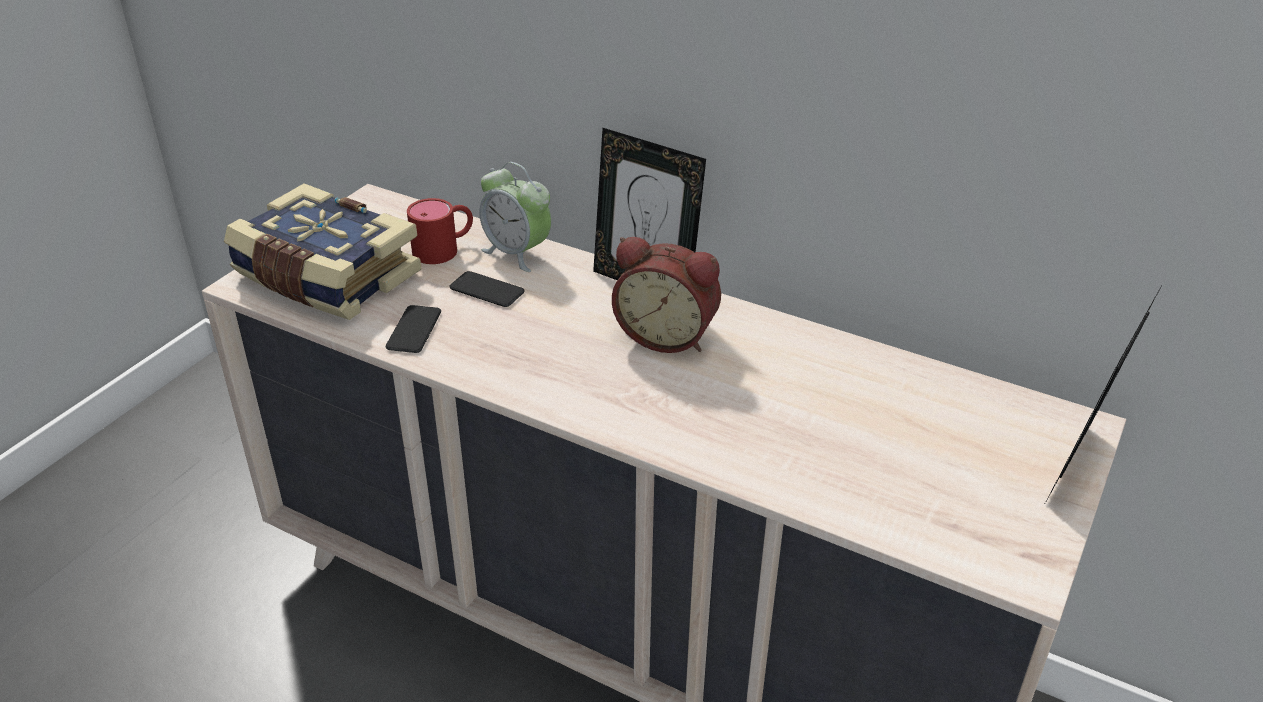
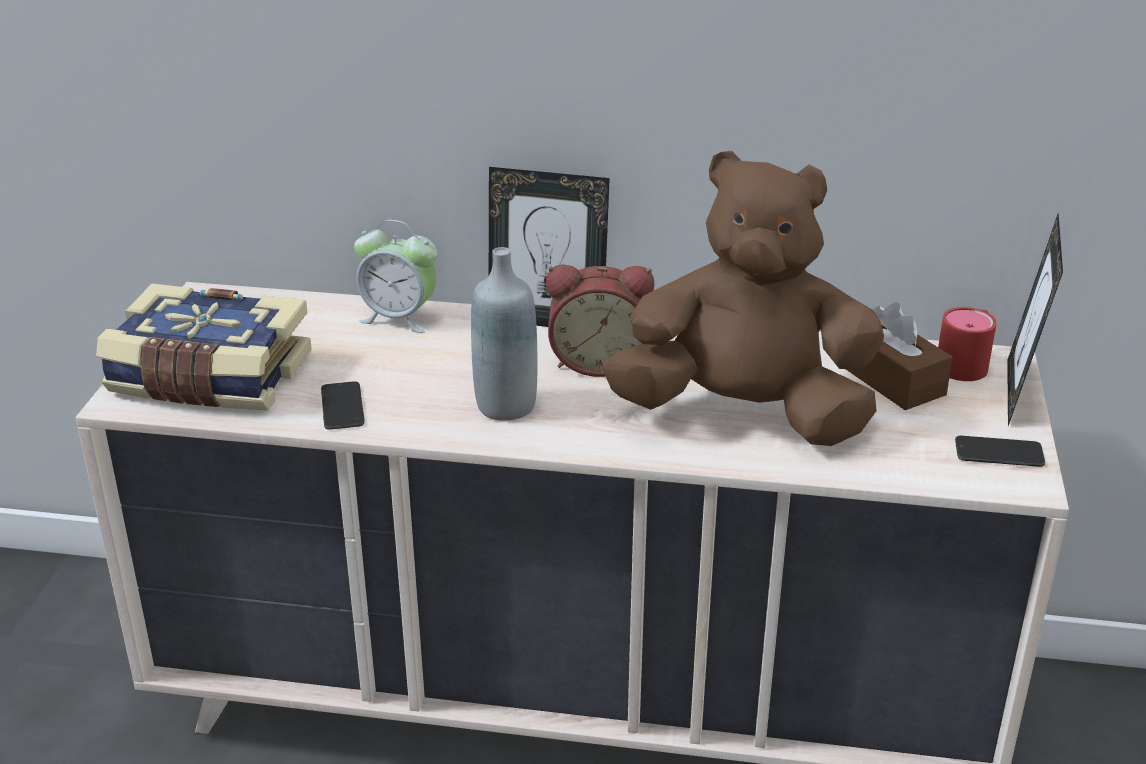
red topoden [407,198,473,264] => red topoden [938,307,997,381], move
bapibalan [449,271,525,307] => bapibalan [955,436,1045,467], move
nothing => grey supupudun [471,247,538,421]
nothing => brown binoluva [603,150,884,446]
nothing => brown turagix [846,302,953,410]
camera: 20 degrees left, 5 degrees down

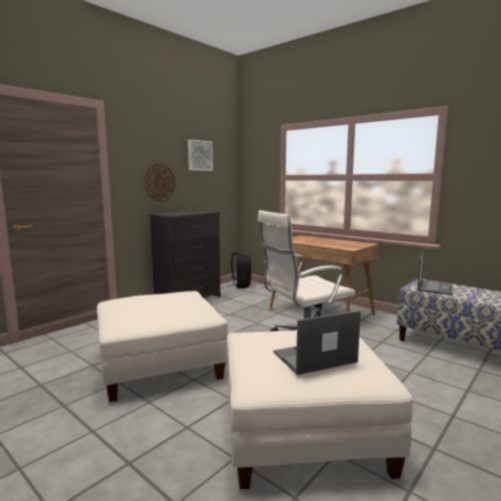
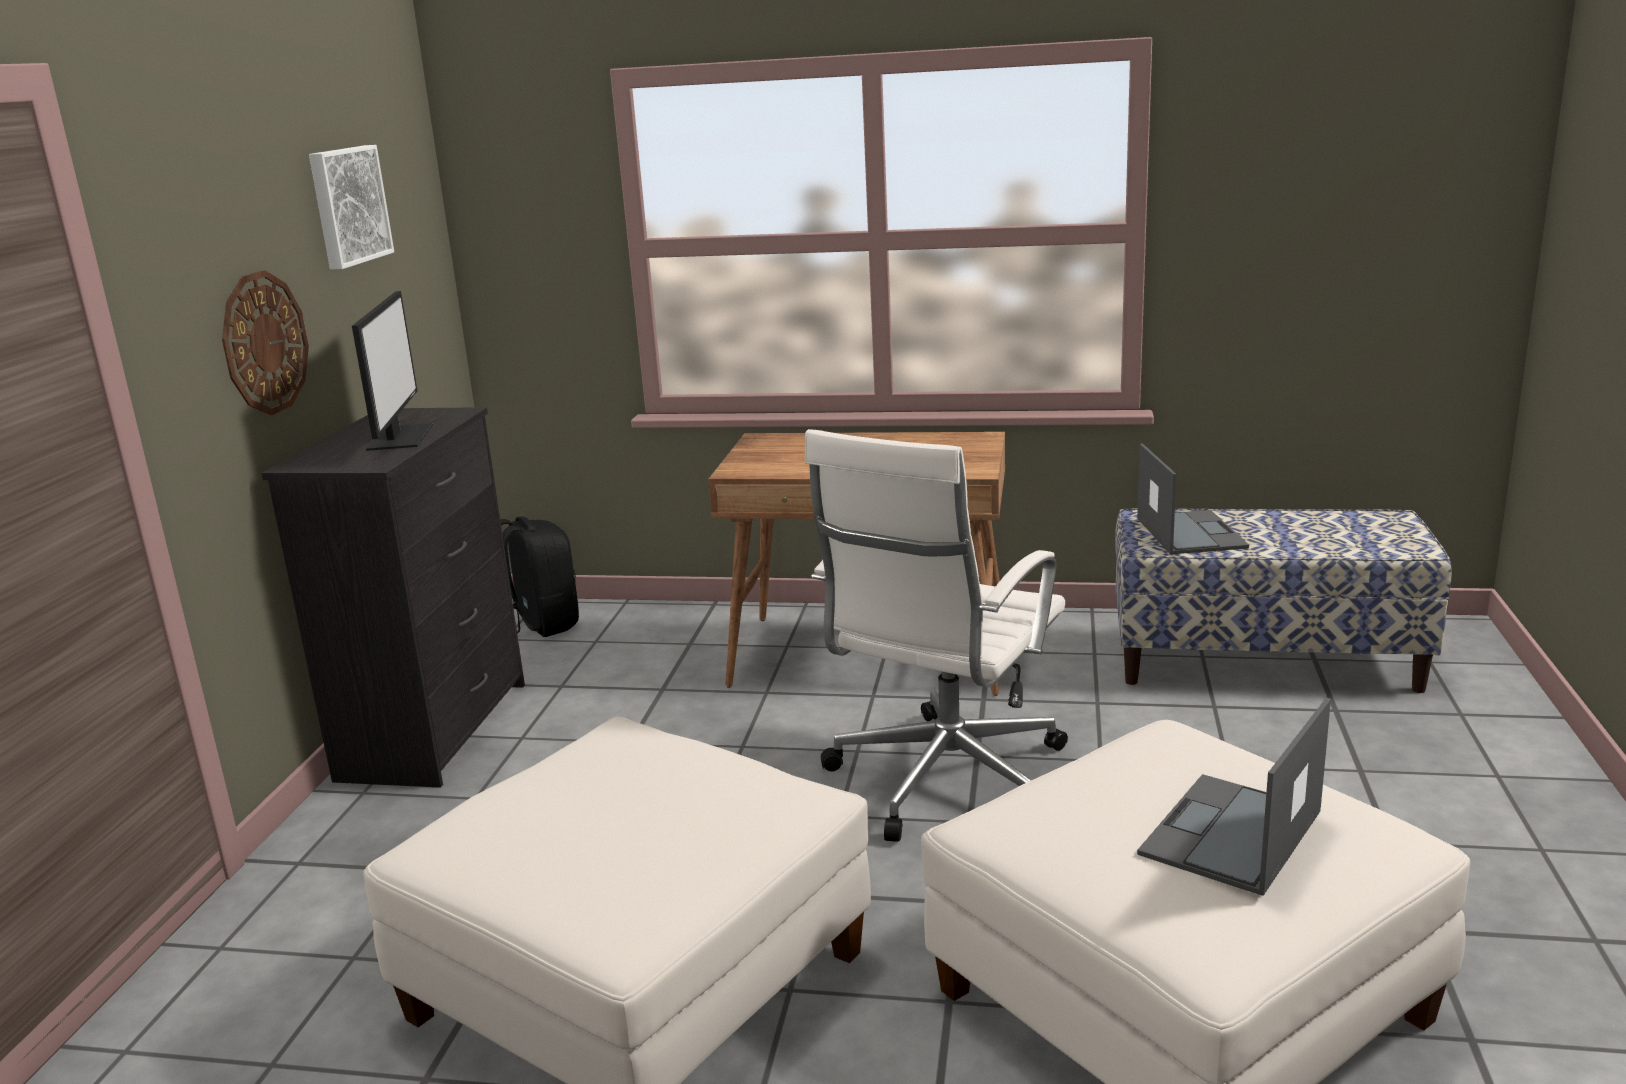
nothing => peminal [352,291,433,451]
camera: 30 degrees left, 10 degrees up

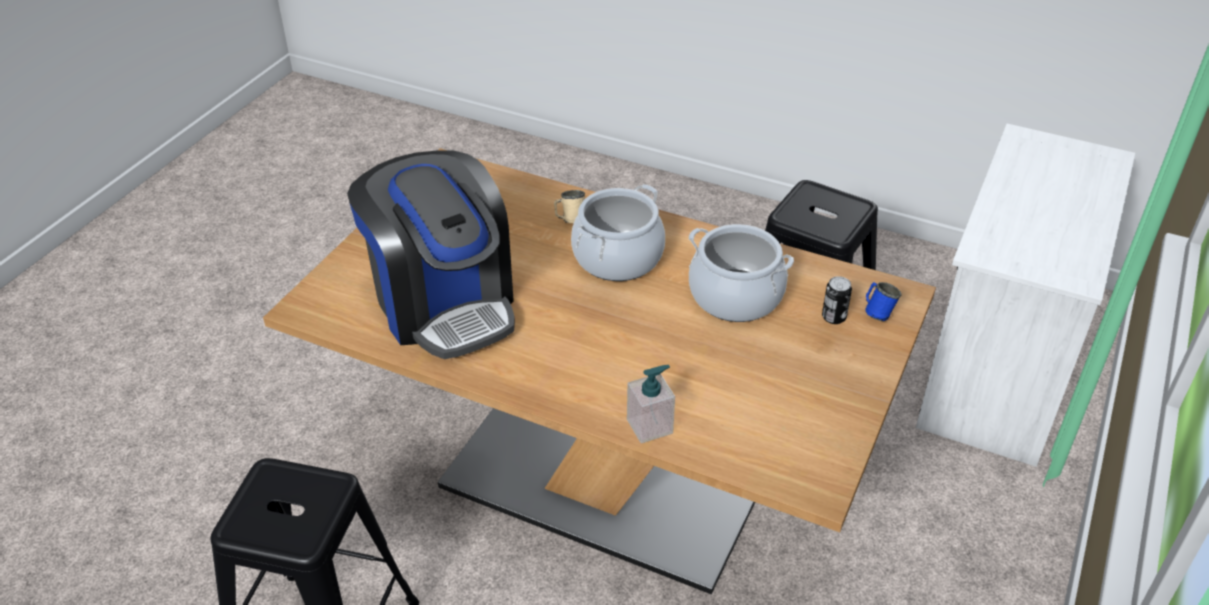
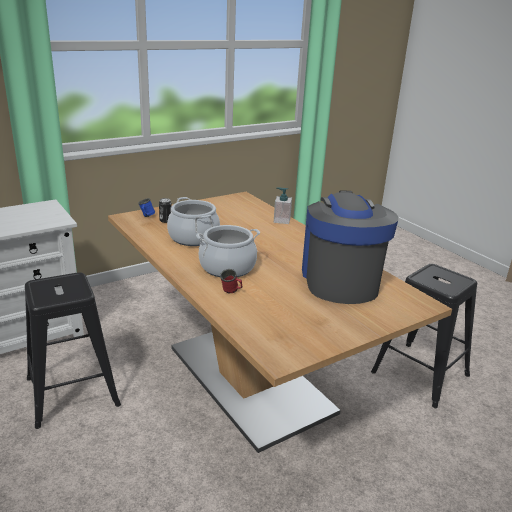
beige topoden [554,190,585,223] => red topoden [220,269,243,293]
camera: 150 degrees left, 15 degrees down

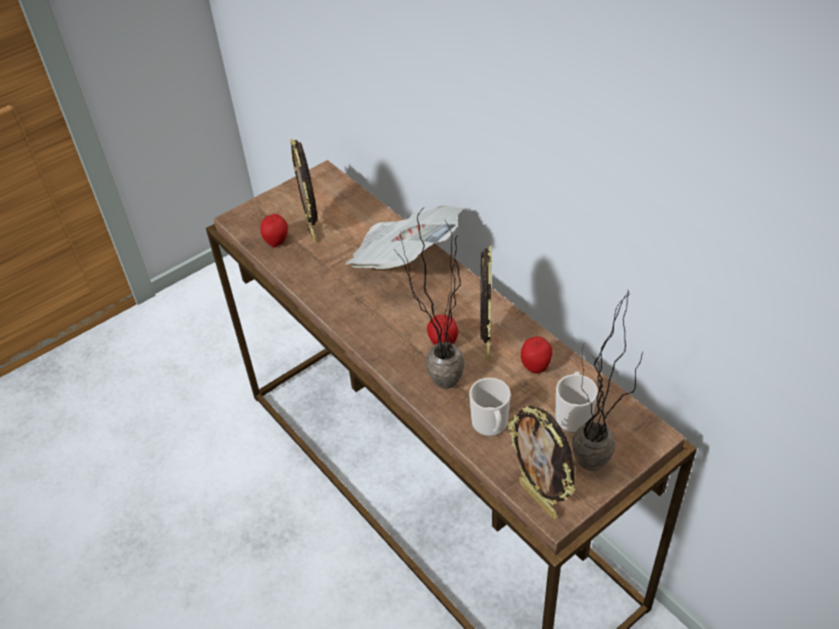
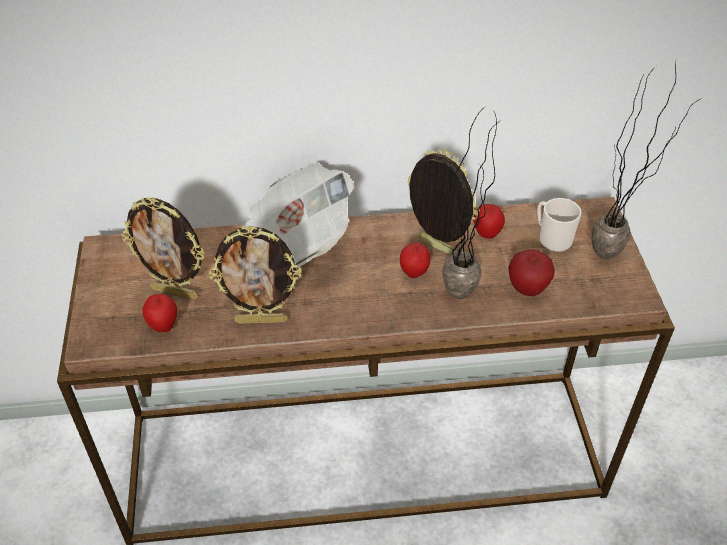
topoden [469,378,511,436] => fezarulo [508,249,555,296]
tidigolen [508,405,575,519] => tidigolen [209,225,302,324], move
camera: 60 degrees left, 0 degrees up

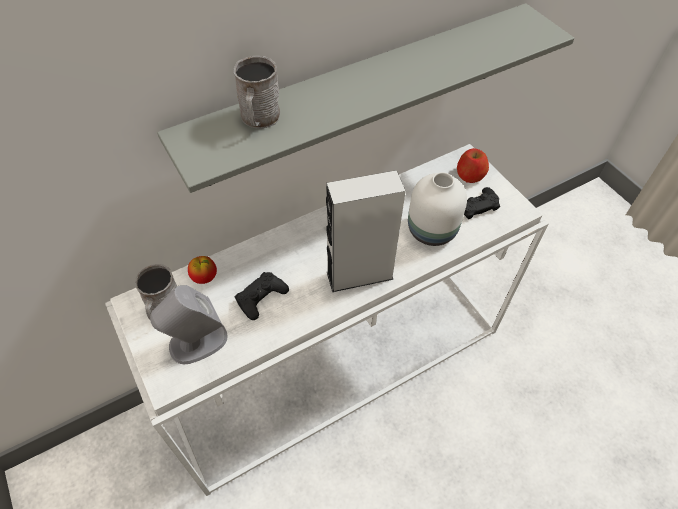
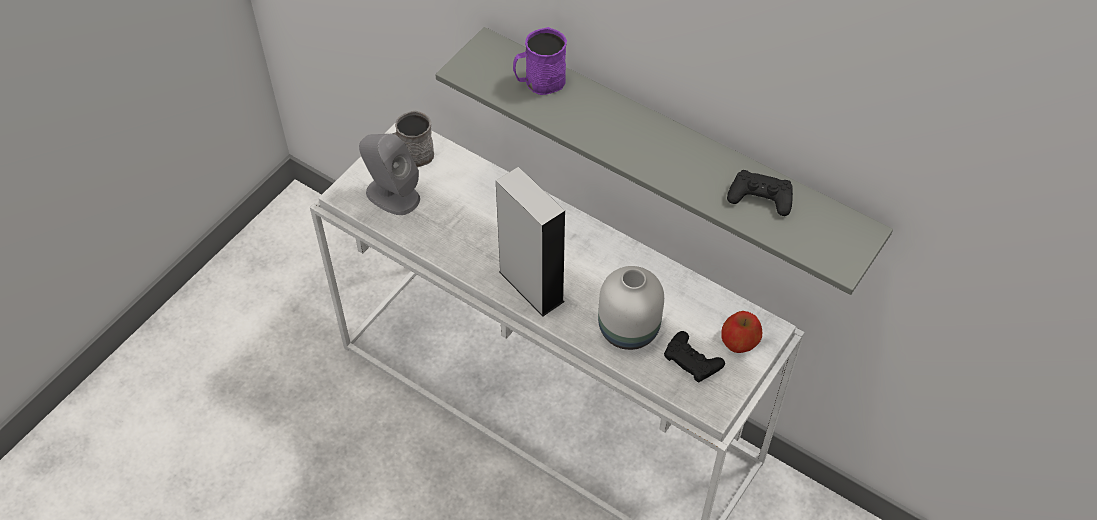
fezarulo [188,256,217,284] => nothing
grey topoden [234,56,280,128] => purple topoden [513,27,567,95]
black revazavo [235,272,289,320] => black revazavo [727,170,793,216], move
camera: 65 degrees right, 0 degrees up

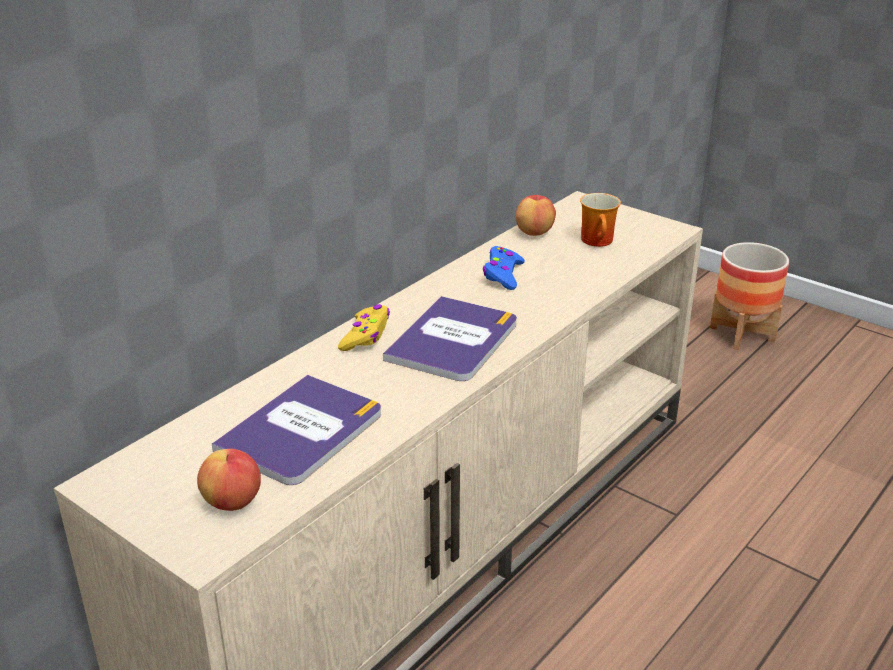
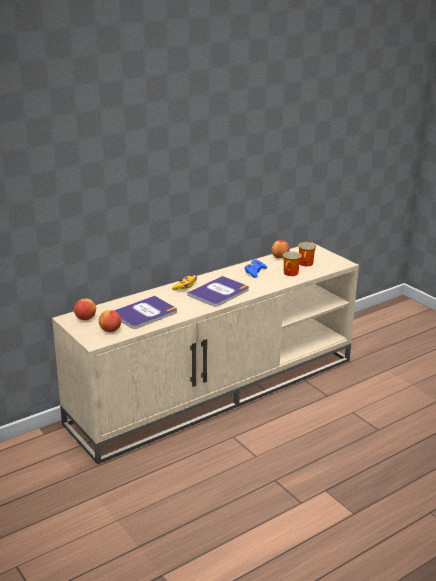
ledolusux [710,242,789,350] => nothing
nothing => fezarulo [74,298,96,320]
nothing => topoden [283,251,302,276]
camera: 15 degrees right, 5 degrees down

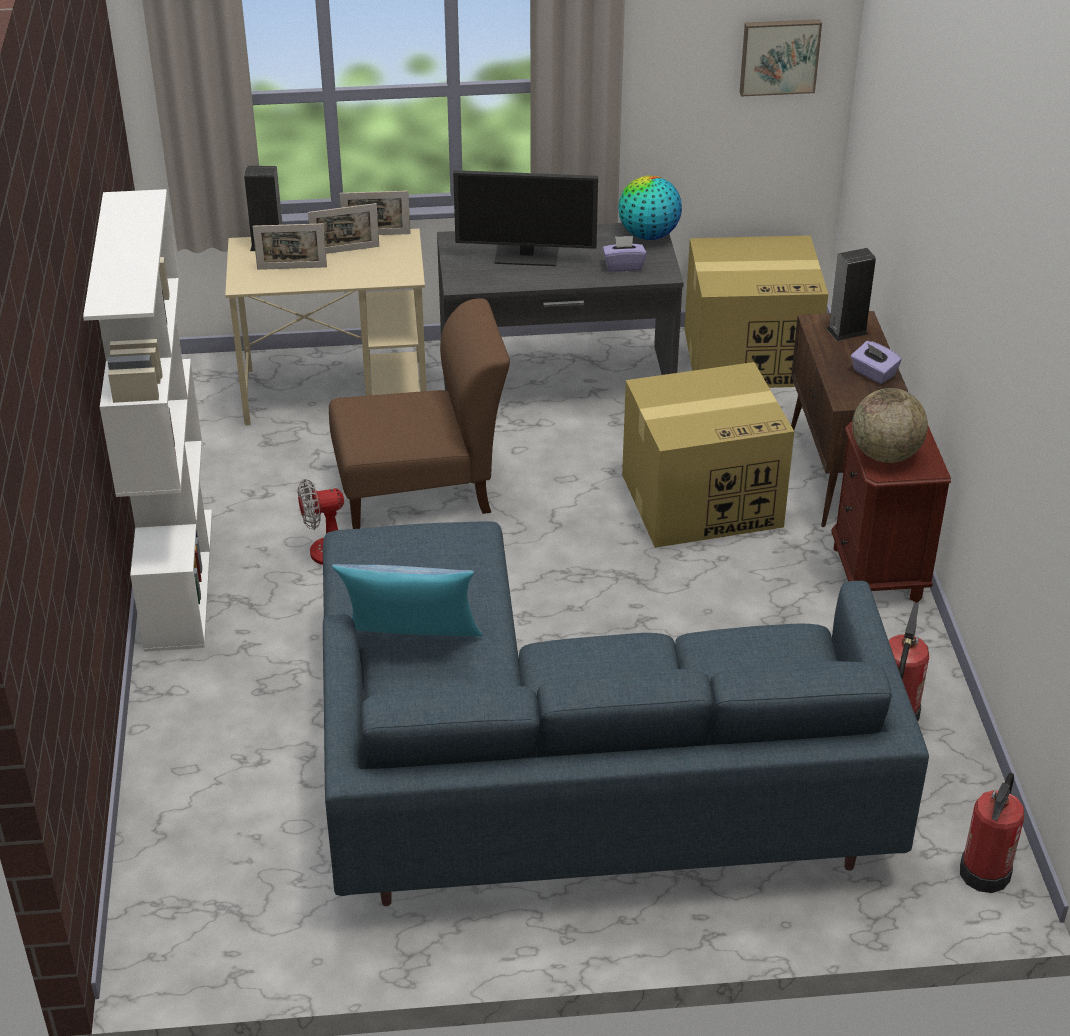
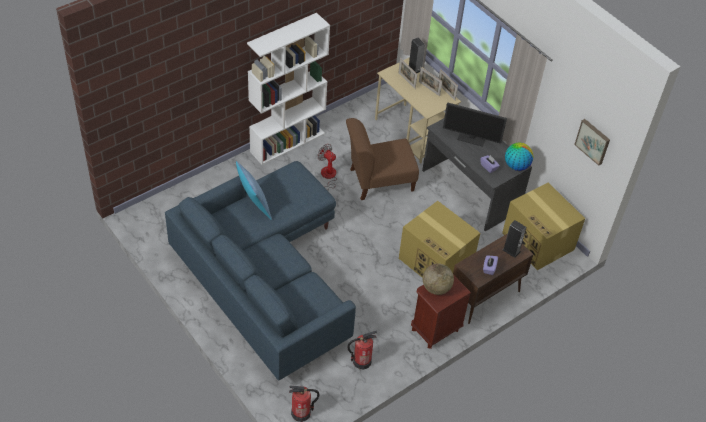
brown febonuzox [329,298,510,529] => brown febonuzox [346,118,419,200], 120 degrees clockwise
peminal [453,170,598,266] => peminal [443,102,507,147], 45 degrees counterclockwise
camera: 55 degrees right, 10 degrees up

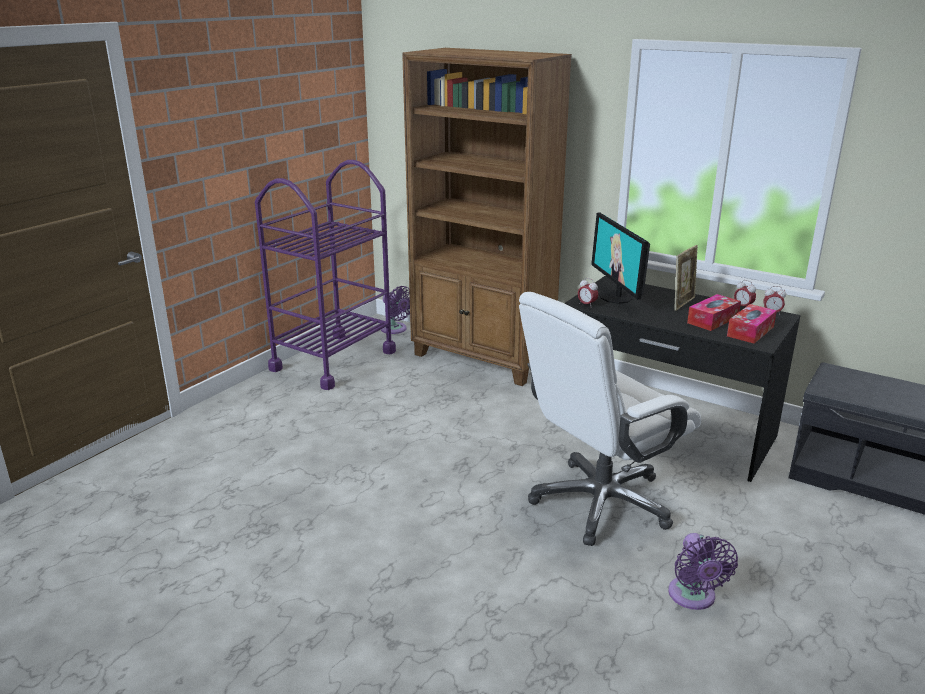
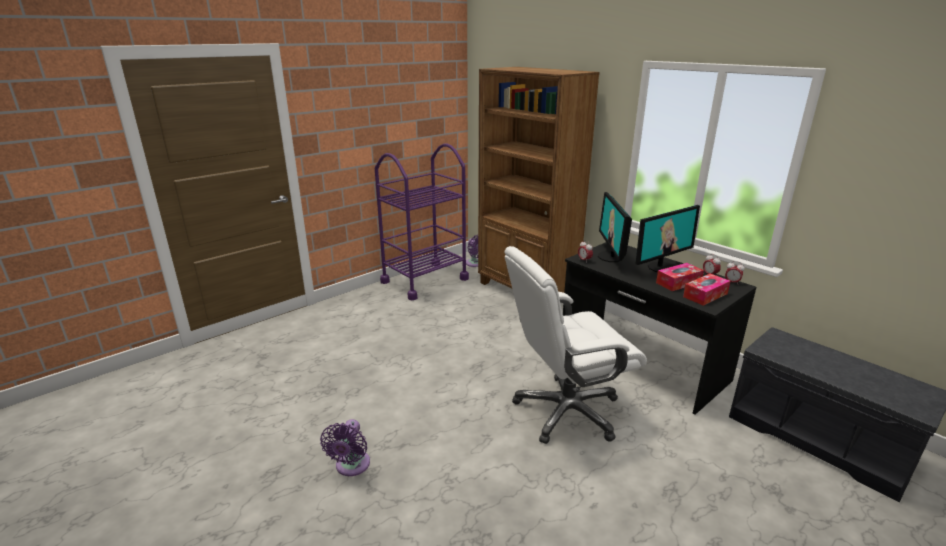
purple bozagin [668,533,738,610] => purple bozagin [320,419,370,476], move
tidigolen [674,245,698,311] => peminal [636,205,700,272]
camera: 15 degrees right, 0 degrees up

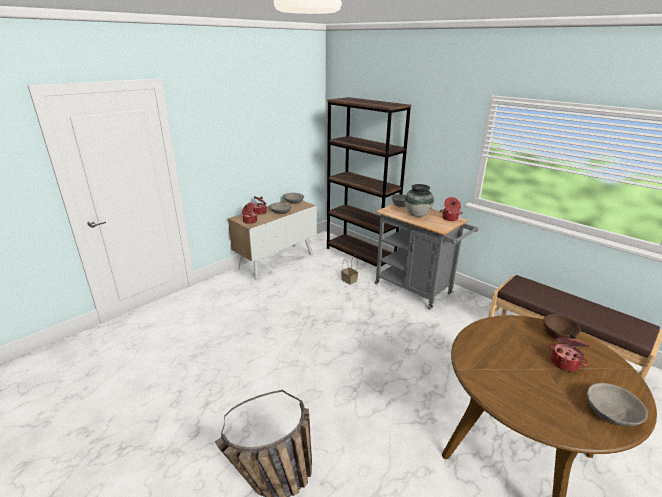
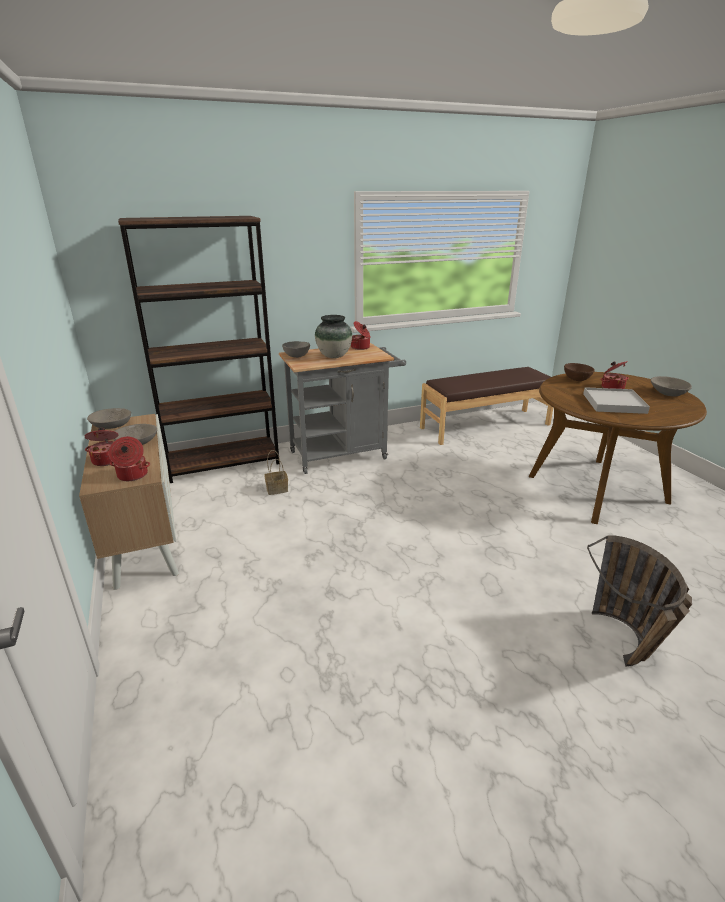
nothing => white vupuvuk [583,387,650,414]
camera: 65 degrees left, 0 degrees up

